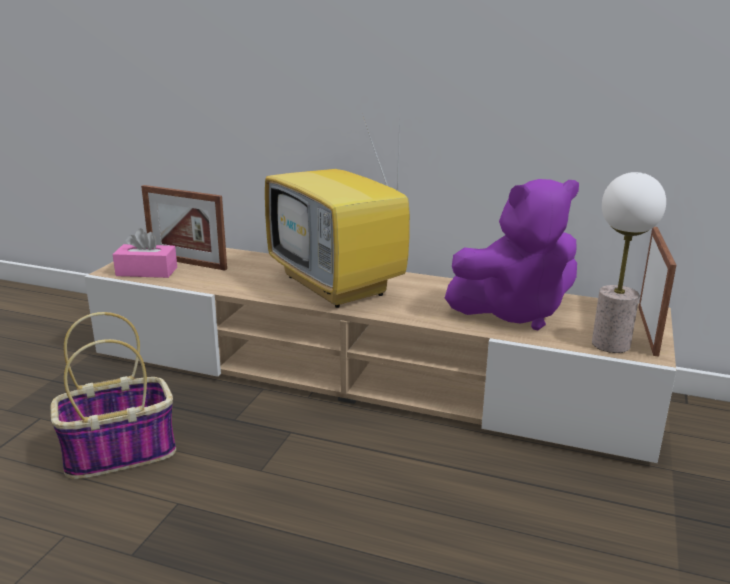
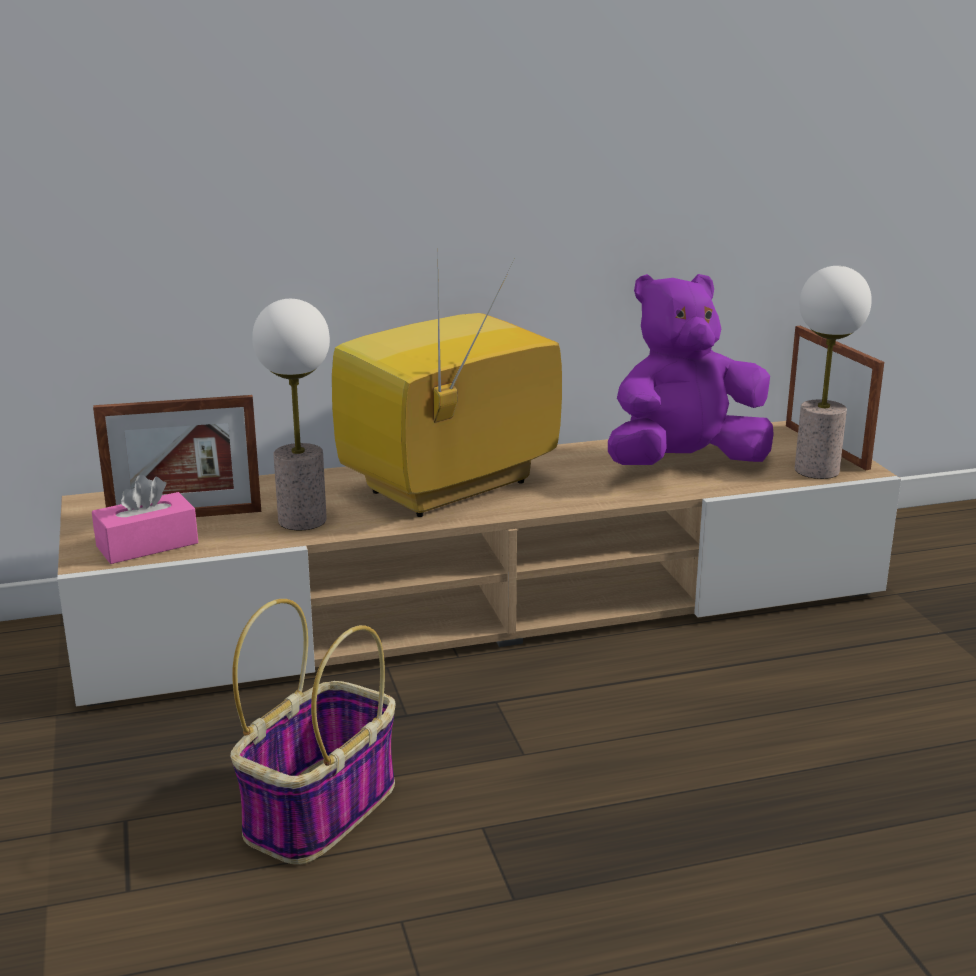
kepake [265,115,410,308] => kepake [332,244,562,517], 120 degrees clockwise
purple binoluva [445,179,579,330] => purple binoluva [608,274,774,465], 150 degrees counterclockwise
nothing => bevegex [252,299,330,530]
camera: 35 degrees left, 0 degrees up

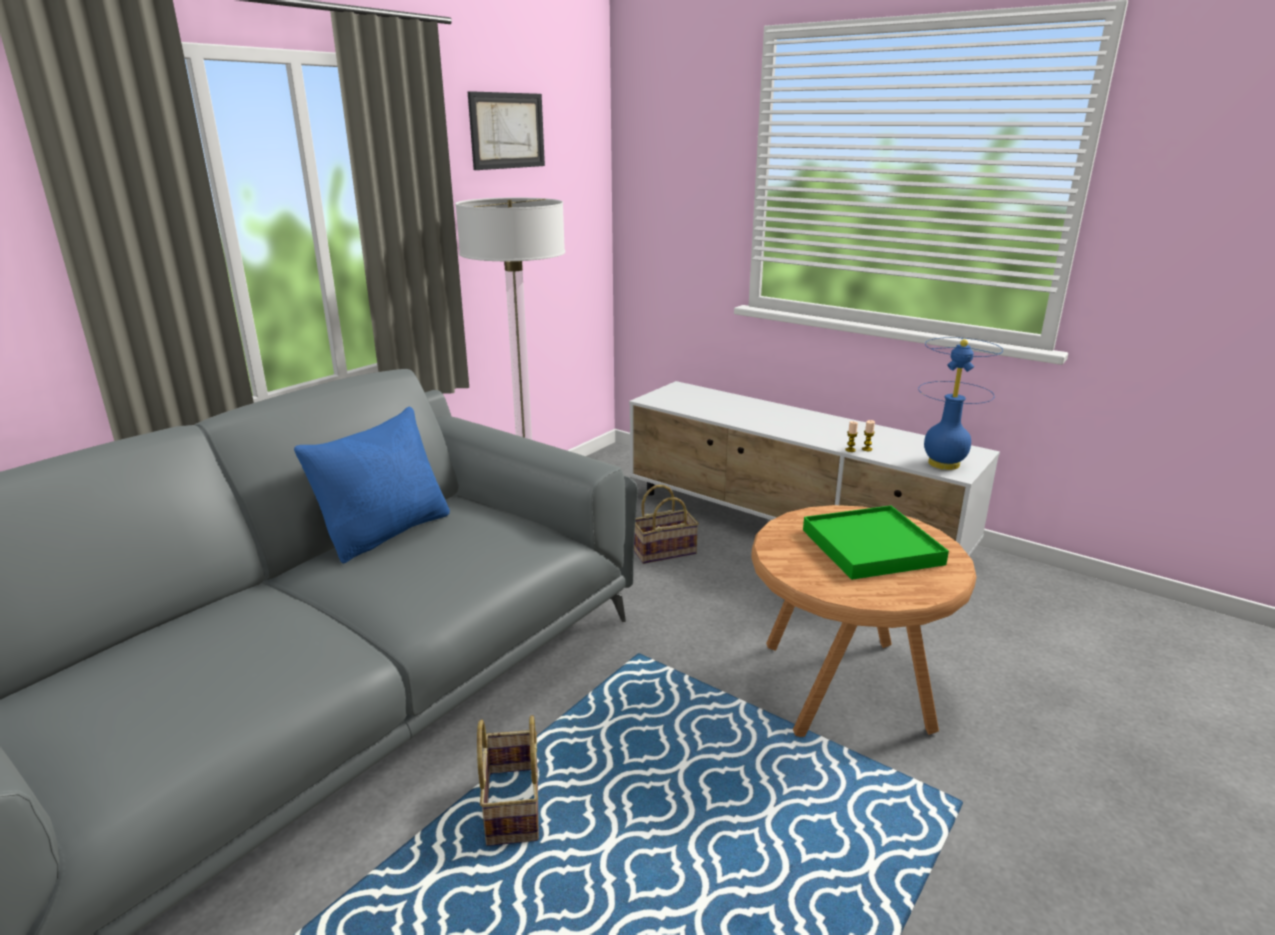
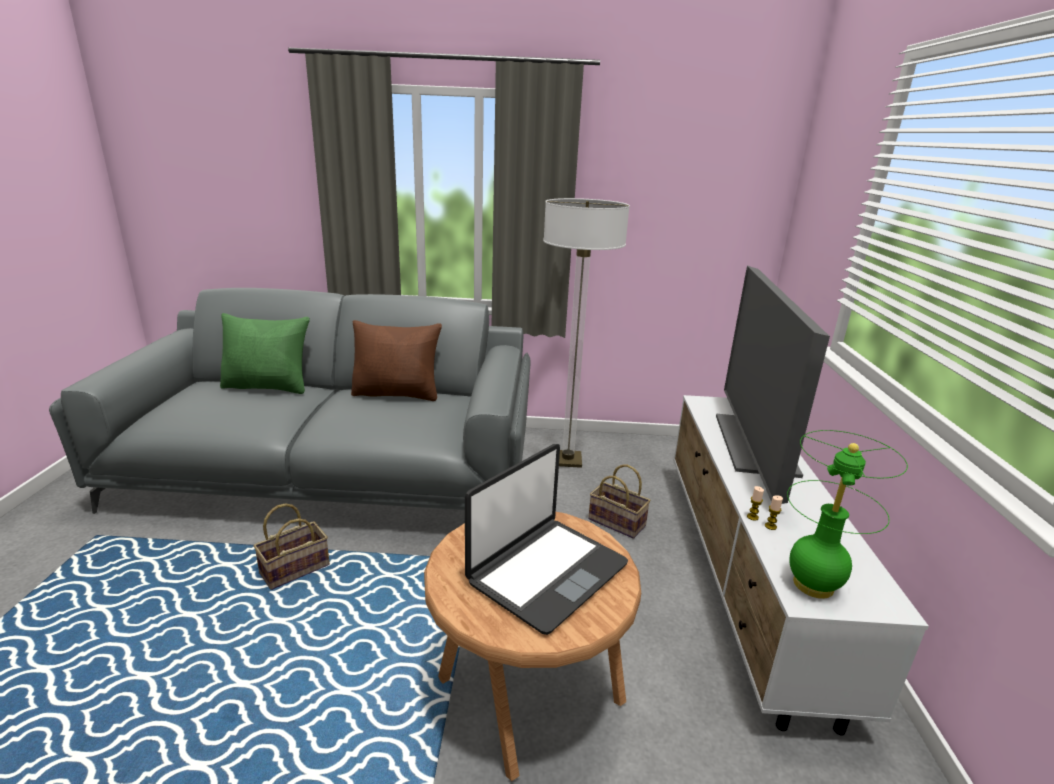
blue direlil [294,406,450,563] => brown direlil [351,320,442,401]
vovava [468,91,545,170] => nothing
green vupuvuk [803,506,949,580] => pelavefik [465,444,628,635]
blue bevegex [918,337,1003,470] => green bevegex [787,430,908,599]
nothing => green direlil [220,313,310,394]
nothing => kepake [716,266,830,504]
camera: 55 degrees right, 0 degrees up

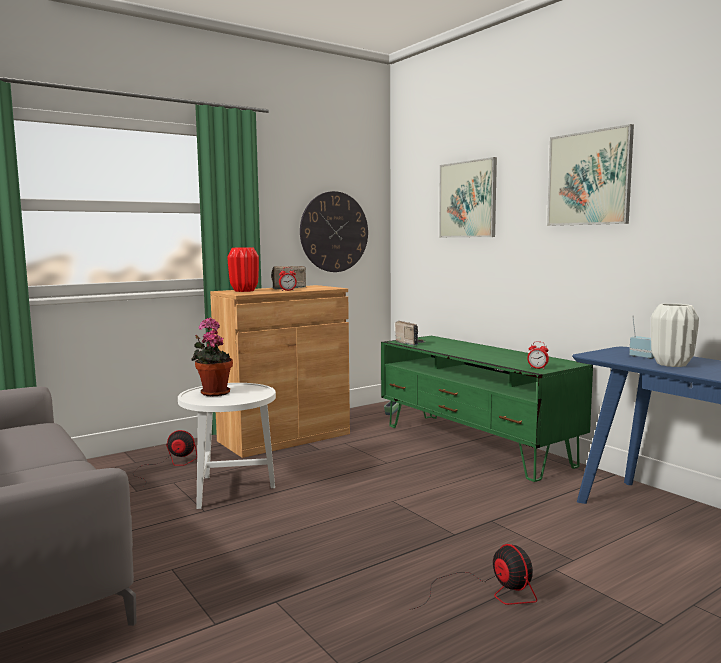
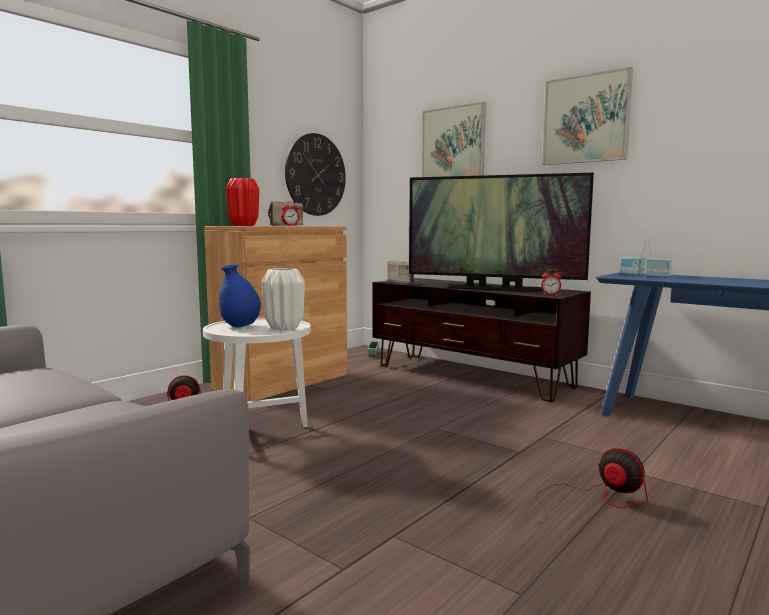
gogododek [191,318,233,396] => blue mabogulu [219,264,261,328]
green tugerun [381,336,593,482] => brown tugerun [373,278,591,402]
white mabogulu [651,303,699,367] => white mabogulu [262,268,305,330], move
nothing => kepake [409,173,594,292]
nothing => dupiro [620,238,646,275]
camera: 15 degrees left, 0 degrees up

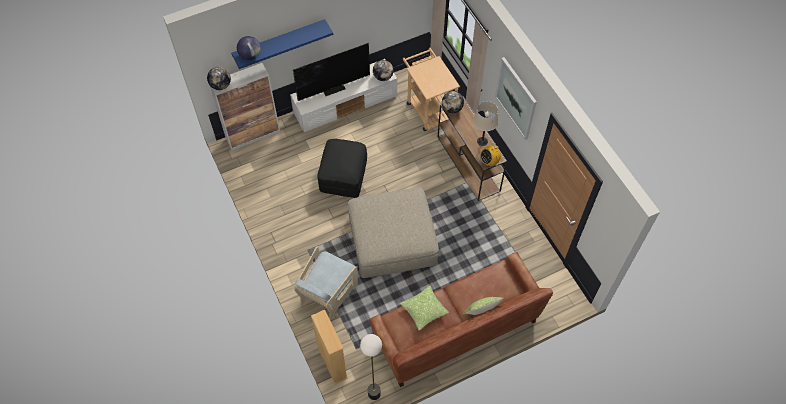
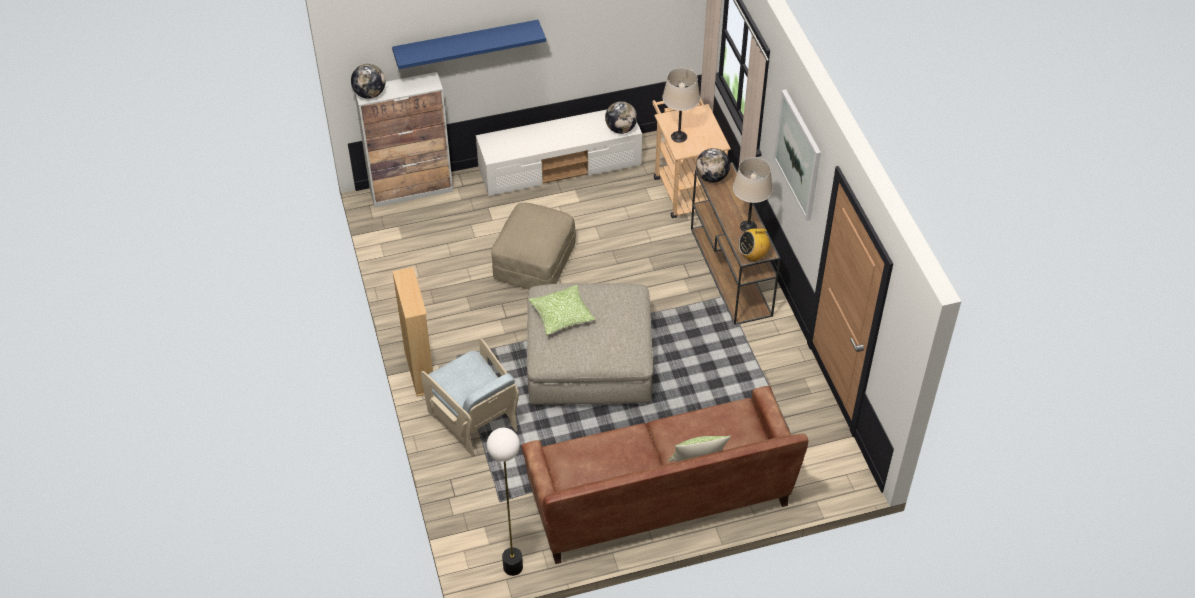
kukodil [237,36,261,60] => nothing
kepake [293,43,370,101] => nothing
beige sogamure [294,247,358,321] => beige sogamure [421,339,519,457], 75 degrees counterclockwise
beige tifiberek [311,310,348,384] => beige tifiberek [392,267,433,397], move
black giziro [317,139,367,198] => beige giziro [491,203,576,290]
direlil [400,286,449,330] => direlil [529,285,595,335], move
nothing => beige bevegex [662,68,700,143]
camera: 10 degrees right, 10 degrees down

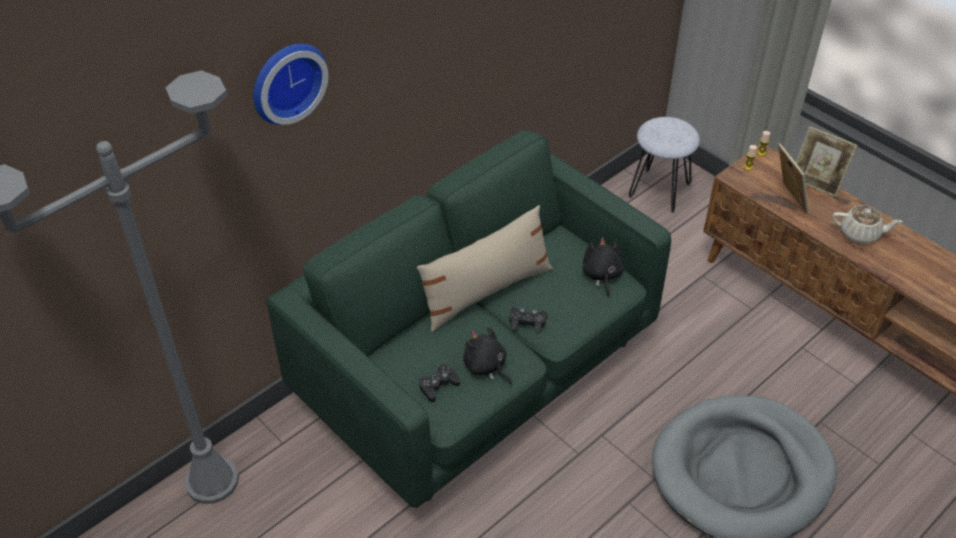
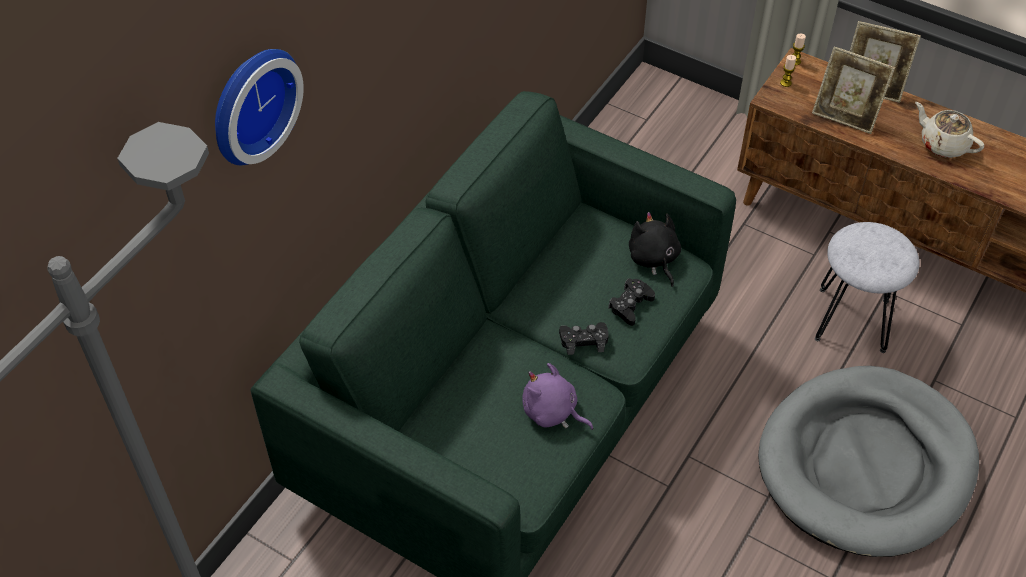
beige direlil [417,205,553,332] => nothing
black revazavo [419,363,460,402] => black revazavo [608,278,655,326], move
black binoluva [463,327,512,385] => purple binoluva [522,363,593,430]
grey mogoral [629,117,700,213] => grey mogoral [815,222,919,353], move
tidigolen [778,143,809,215] => tidigolen [812,46,895,134], 150 degrees clockwise
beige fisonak [832,205,903,243] => beige fisonak [915,102,984,158], 135 degrees counterclockwise
camera: 15 degrees left, 5 degrees up

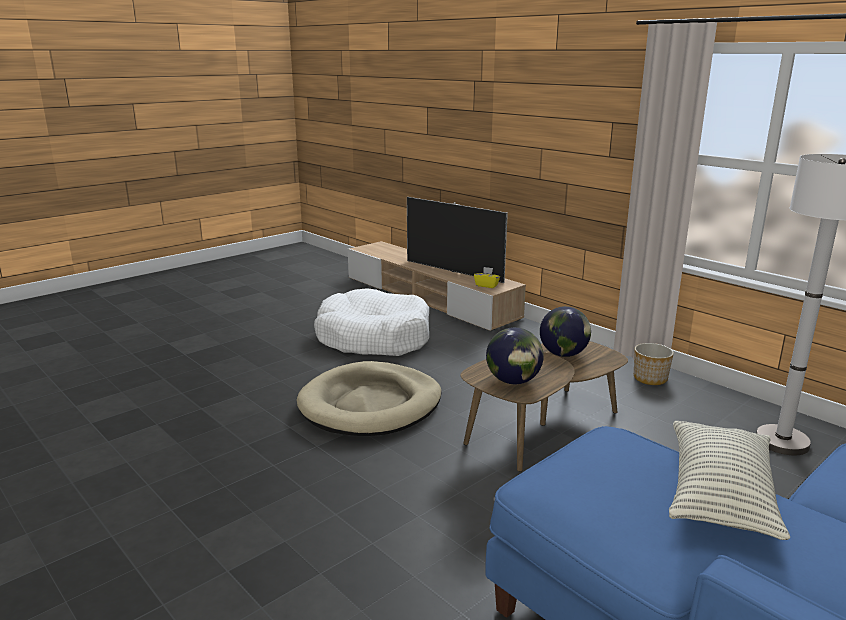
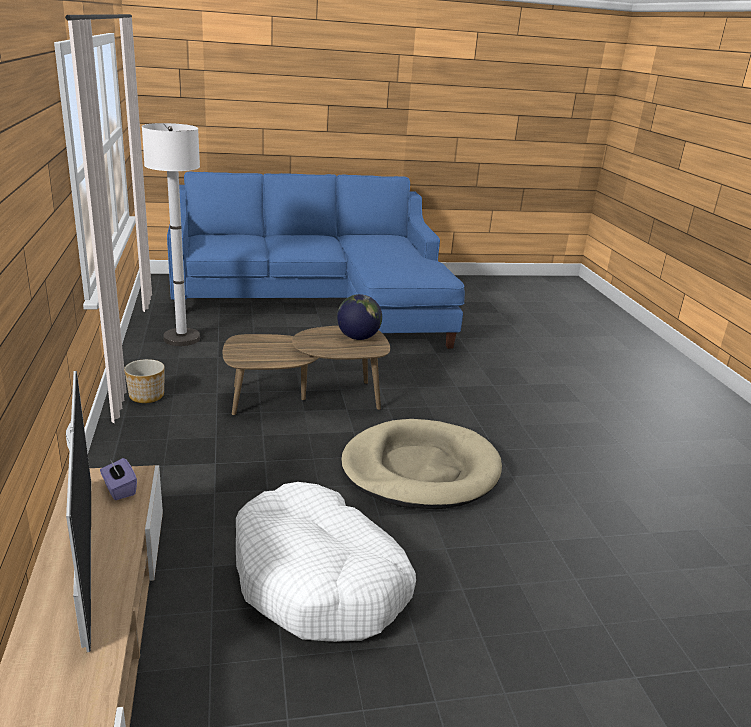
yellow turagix [474,267,500,288] => purple turagix [100,458,137,500]
kukodil [540,306,591,357] => nothing
direlil [669,421,790,540] => nothing
camera: 150 degrees left, 5 degrees up

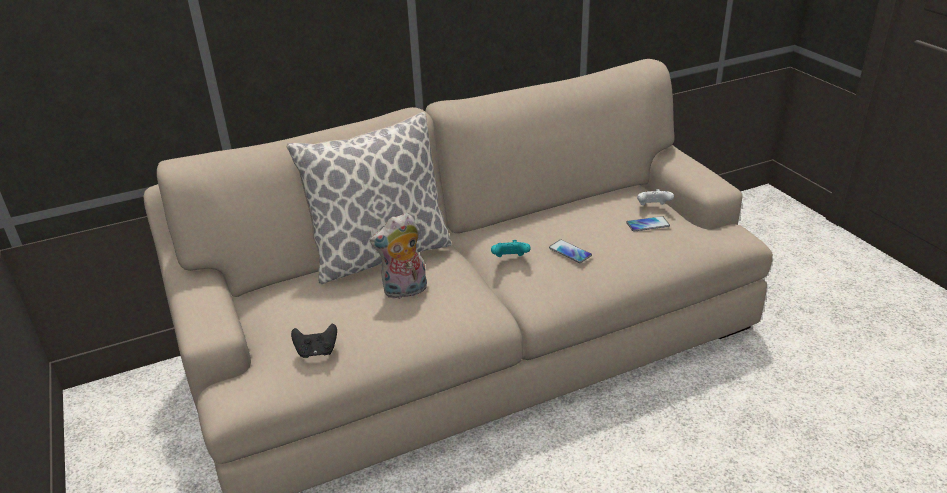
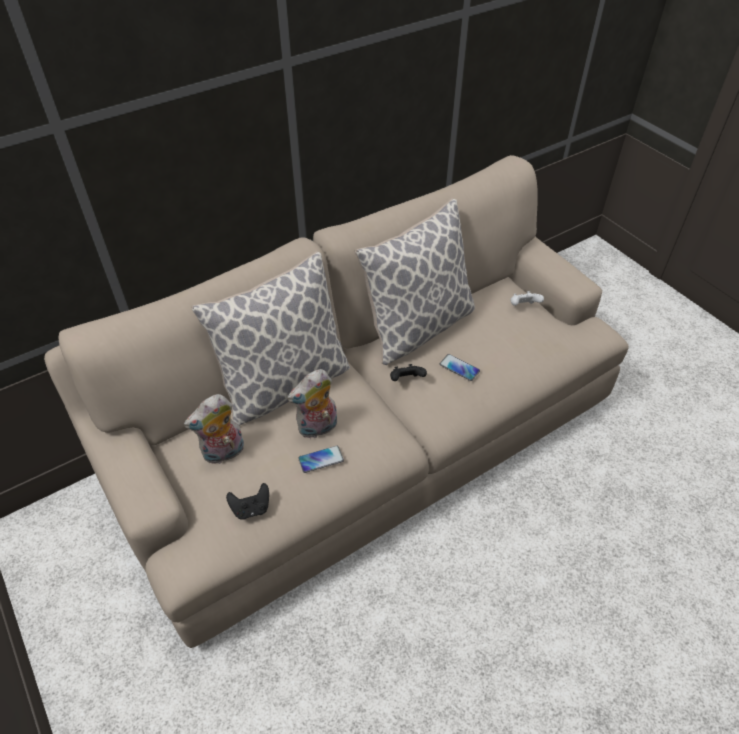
turquoise revazavo [491,240,531,257] => black revazavo [390,364,427,381]
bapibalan [627,216,670,232] => bapibalan [298,446,344,473], move
nothing => binoluva [184,394,244,464]
nothing => direlil [355,198,475,365]
camera: 10 degrees left, 15 degrees up

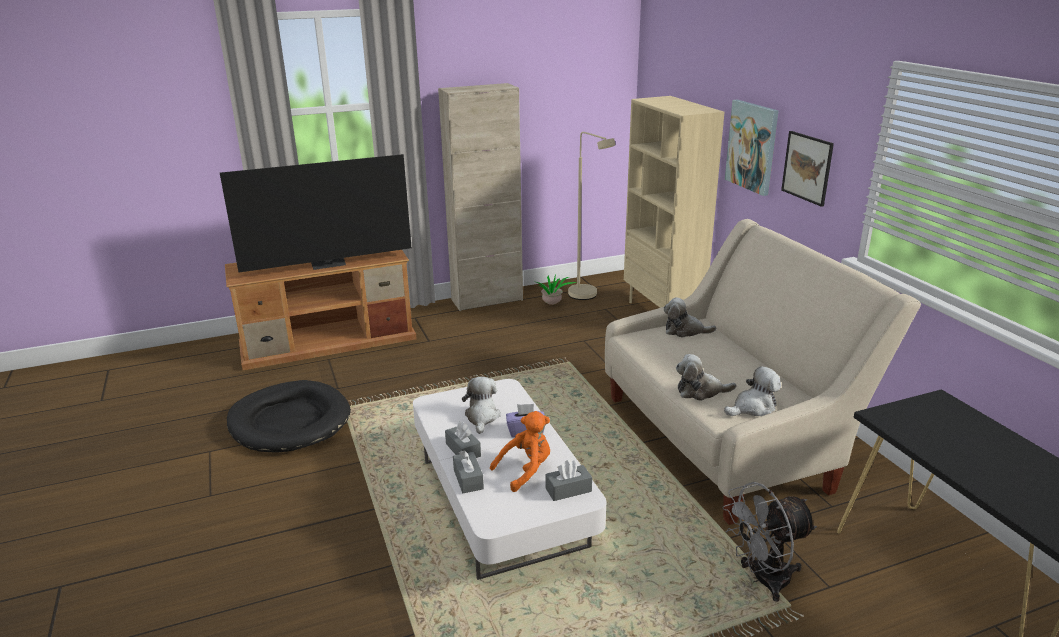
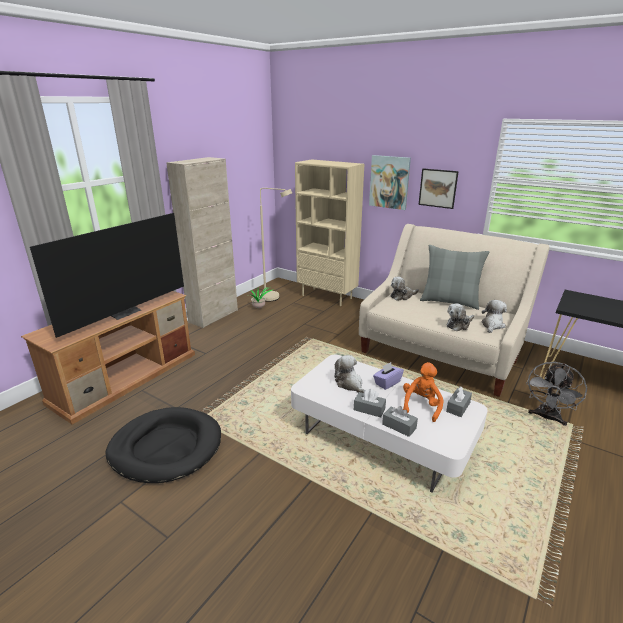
nothing => grey direlil [420,245,490,310]
camera: 35 degrees left, 0 degrees up

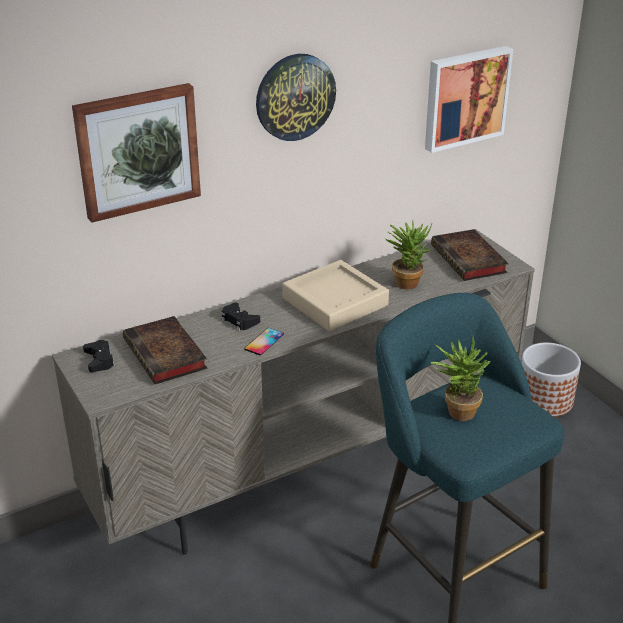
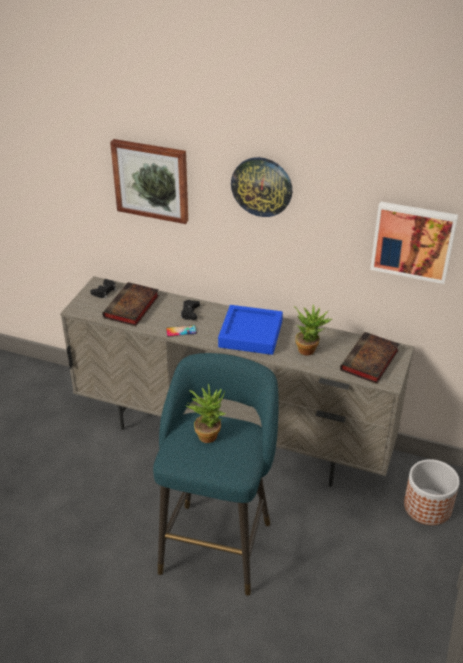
beige vupuvuk [282,260,389,331] => blue vupuvuk [218,305,283,355]
camera: 50 degrees right, 5 degrees up

